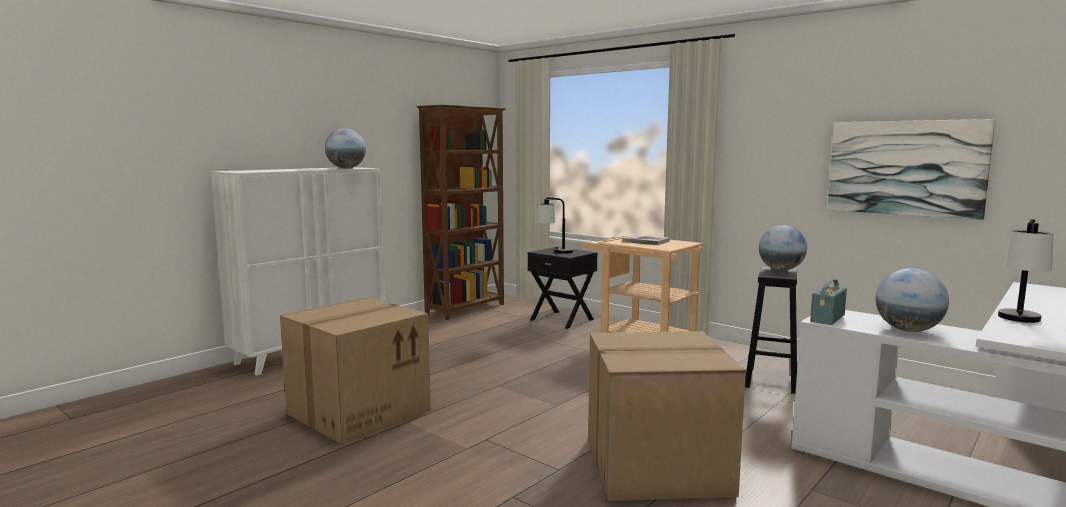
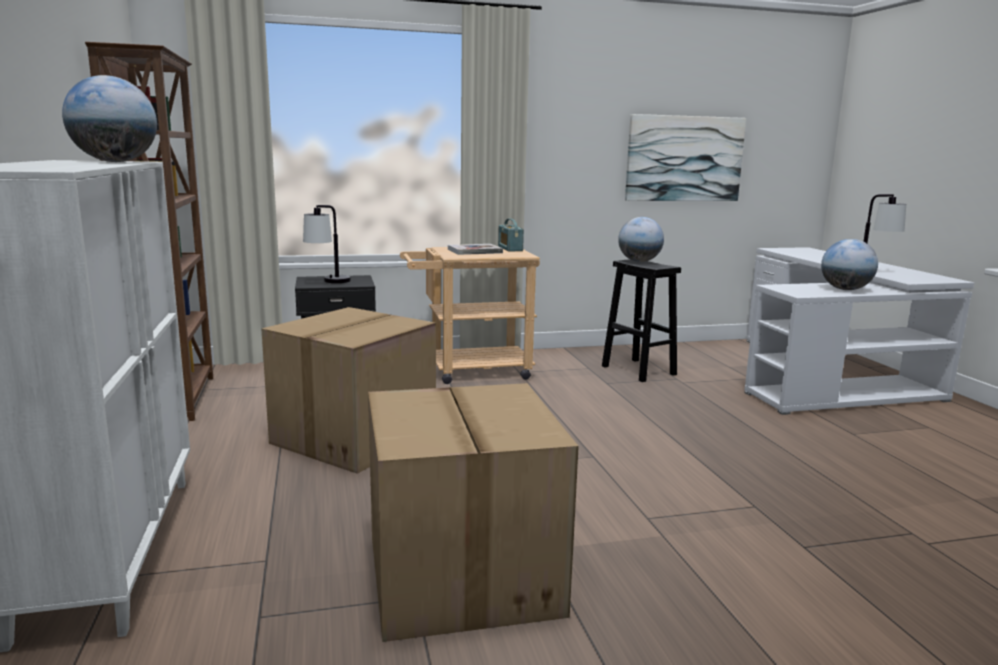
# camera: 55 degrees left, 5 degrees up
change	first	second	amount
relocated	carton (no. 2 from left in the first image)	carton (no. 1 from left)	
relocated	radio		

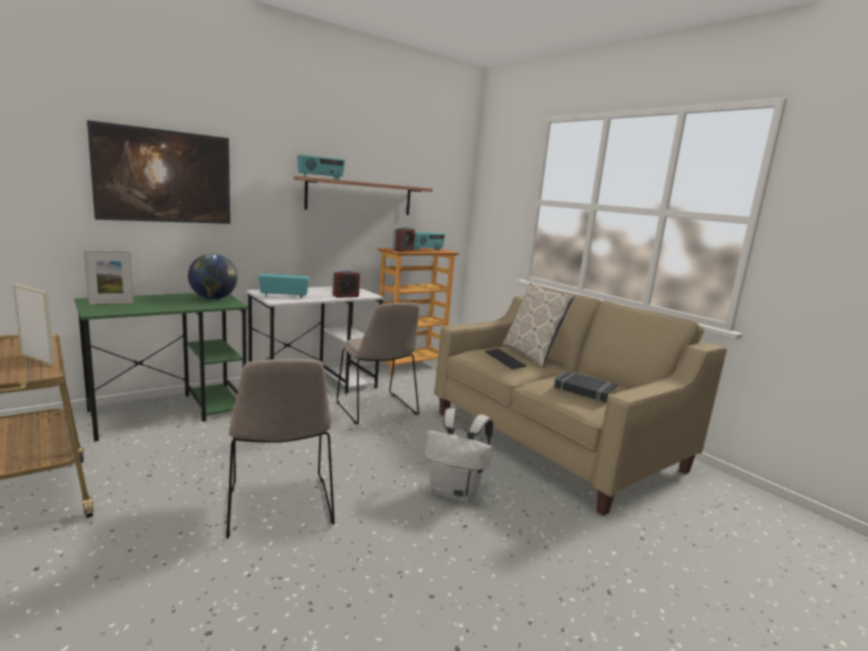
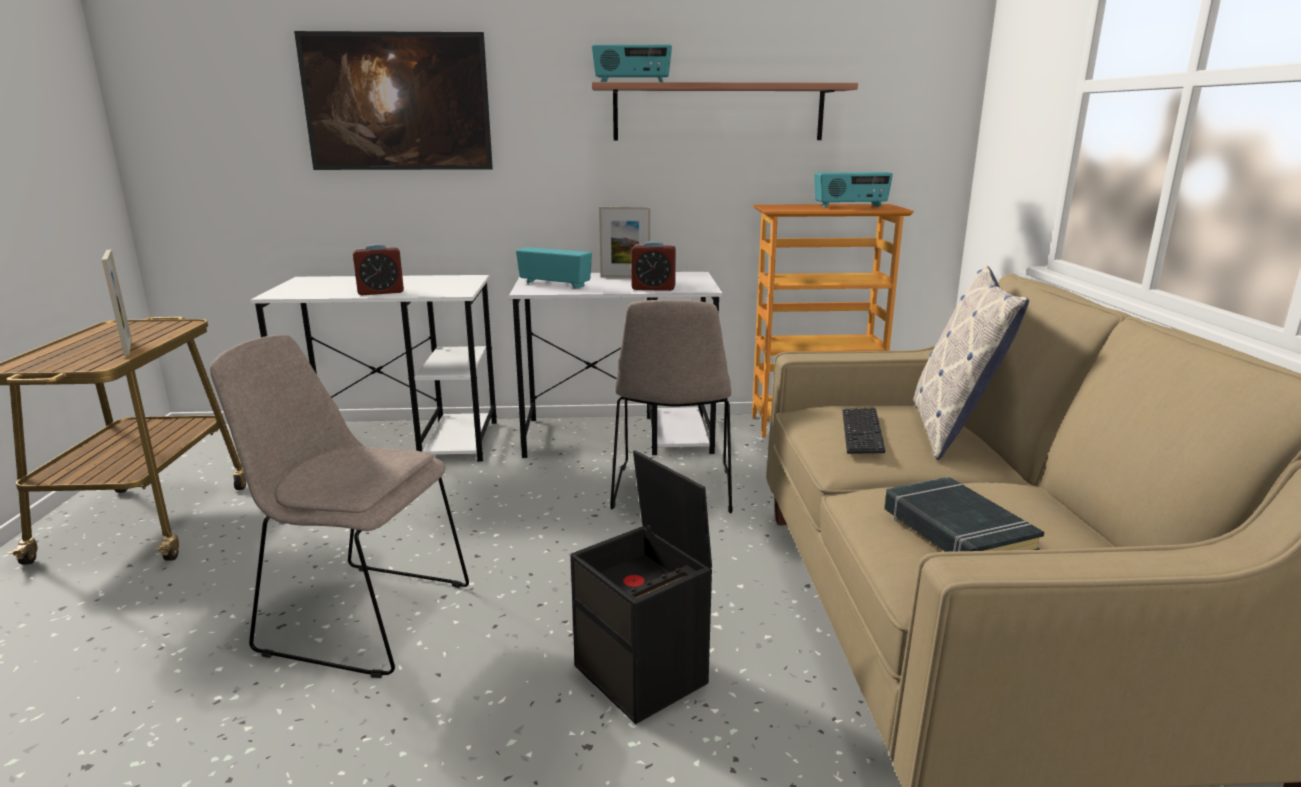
# camera: 35 degrees right, 5 degrees up
change	first	second	amount
colour	bureau/vert	bureau/blanc (no. 1 from left)	
relocated	cadre photo (no. 2 from left)		
missing	globe		
spun	chaise/beige (no. 1 from left)		90 degrees clockwise
relocated	réveil (no. 2 from left in the first image)	réveil (no. 1 from left)	
exchanged	sac à dos/blanc	boîte de rangement/noir	

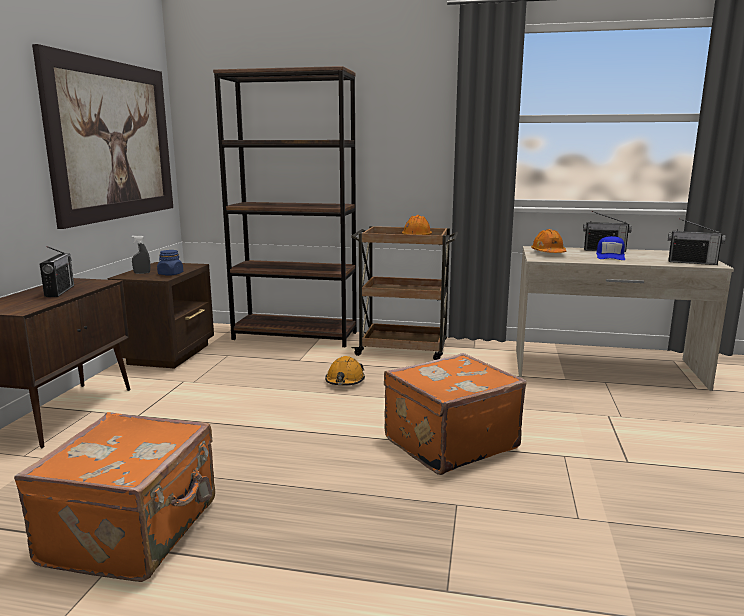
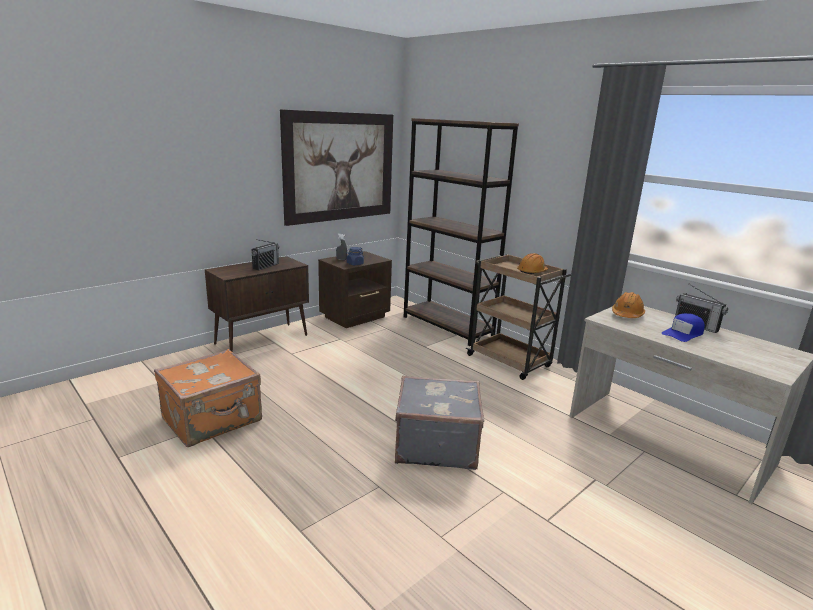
# camera: 35 degrees right, 5 degrees up
change	first	second	amount
missing	casque de chantier/orange (no. 1 from left)		
colour	valise/orange (no. 2 from left)	valise/gris	
missing	radio (no. 3 from left)		

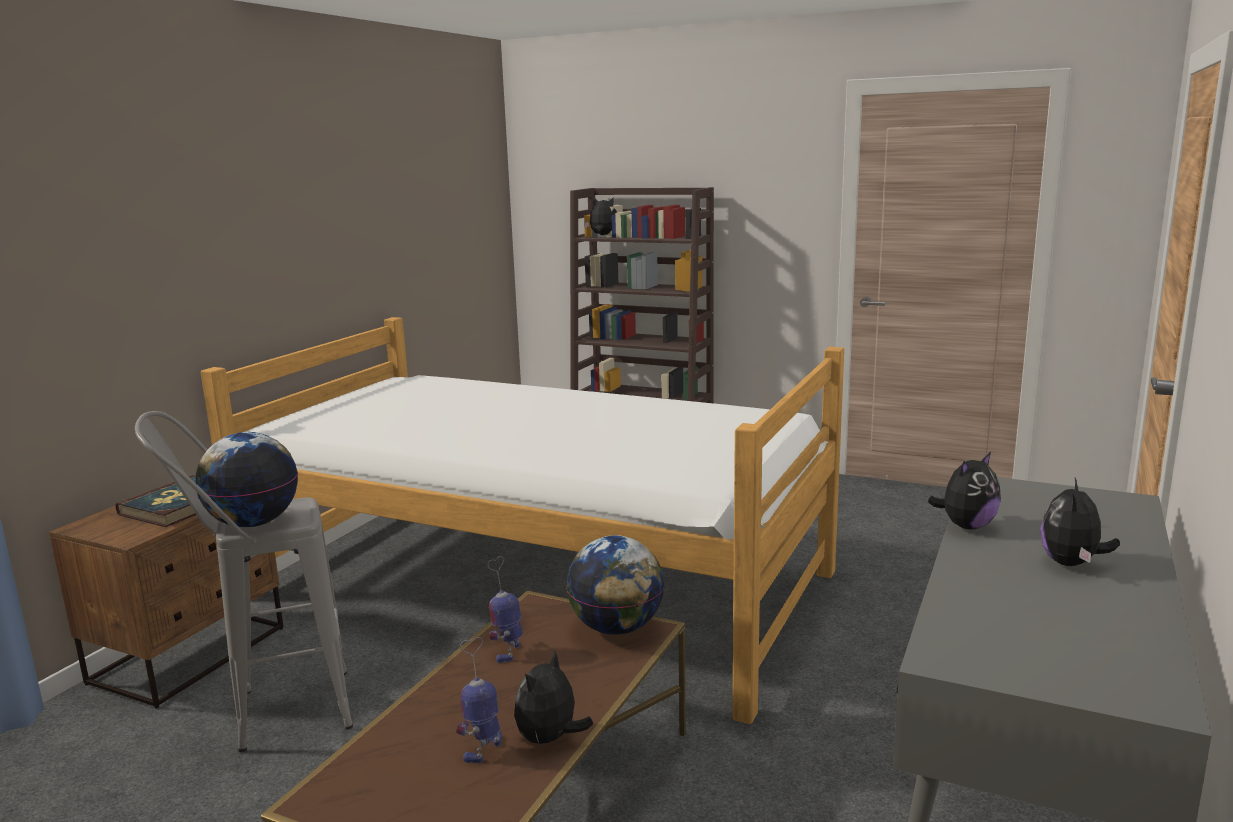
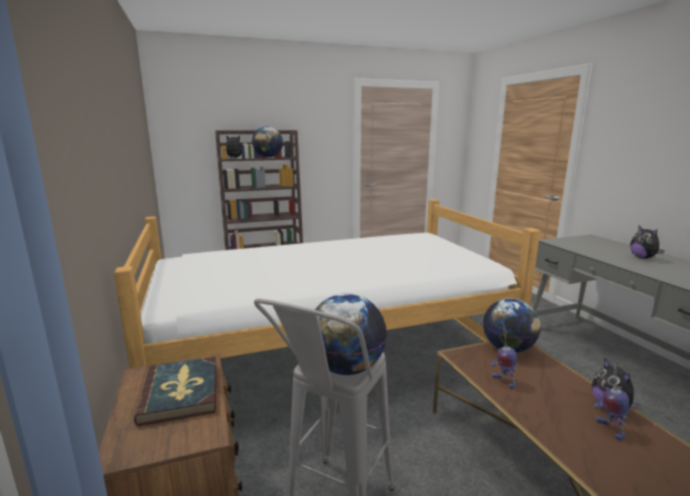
# camera: 45 degrees left, 0 degrees up
change	first	second	amount
missing	peluche (no. 3 from left)		
appeared		globe (no. 1 from left)	

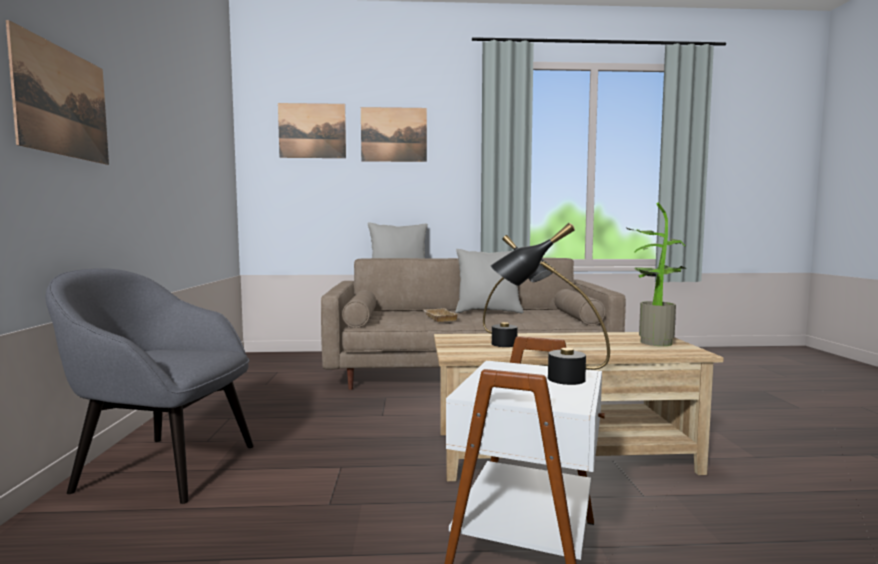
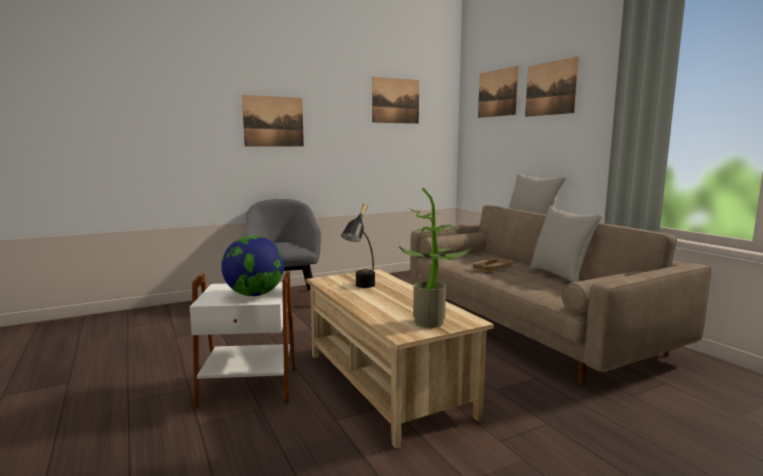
# camera: 65 degrees right, 5 degrees up
change	first	second	amount
exchanged	lampe de table/noir (no. 2 from left)	globe	
appeared		tableau (no. 2 from left)	

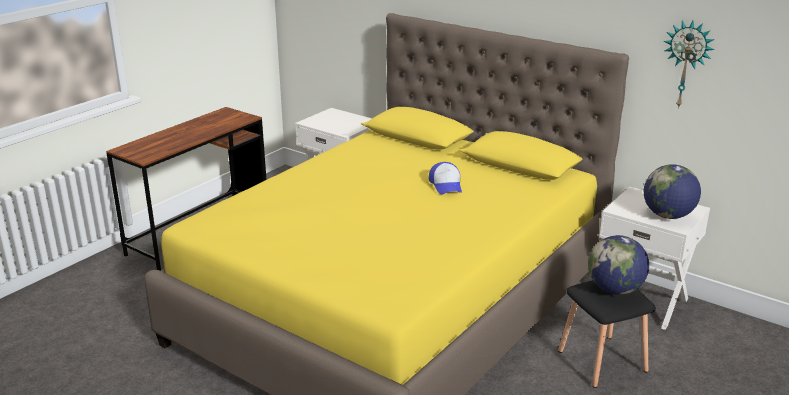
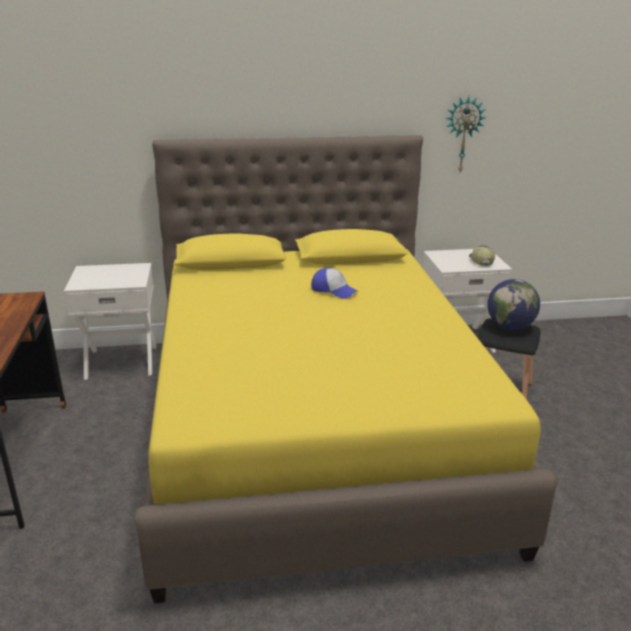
# camera: 45 degrees left, 0 degrees up
change	first	second	amount
exchanged	globe (no. 2 from left)	casquette (no. 2 from left)	

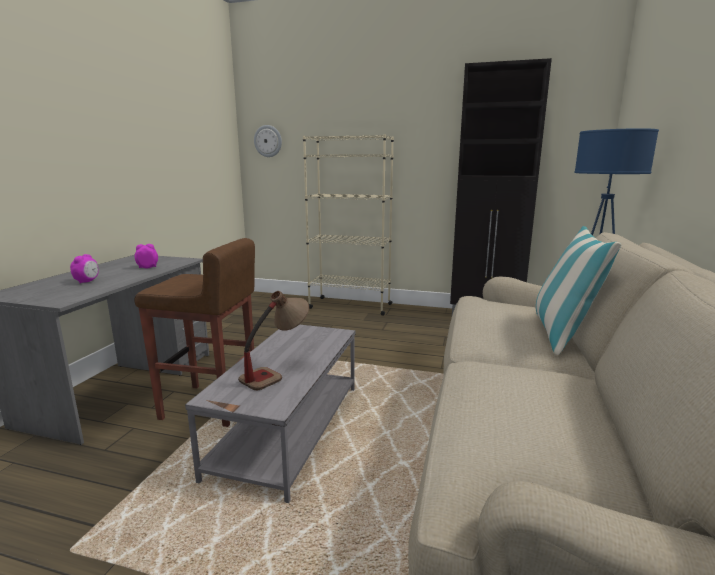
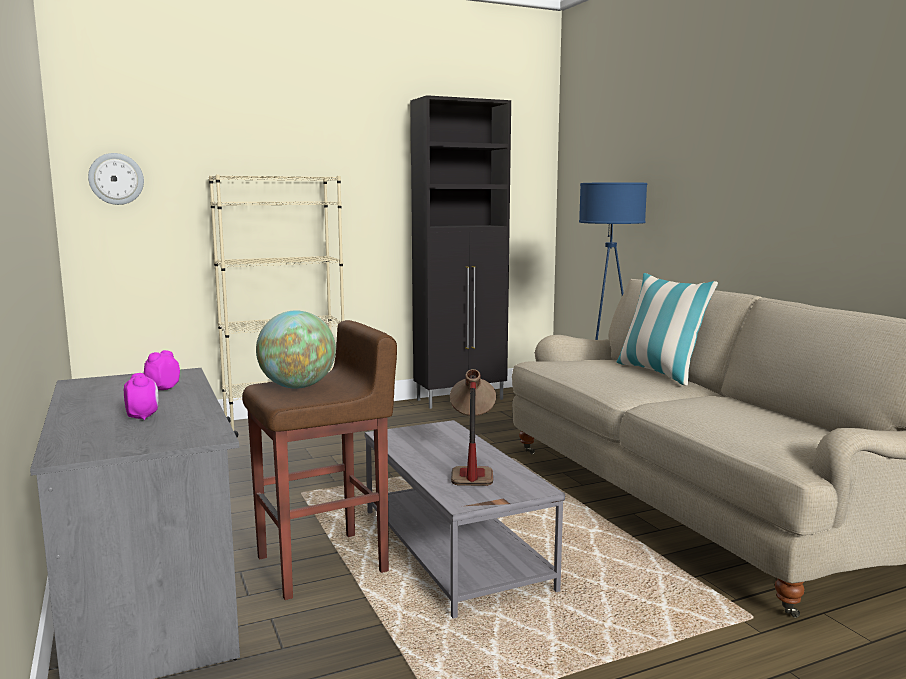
# camera: 40 degrees left, 5 degrees down
change	first	second	amount
appeared		globe	

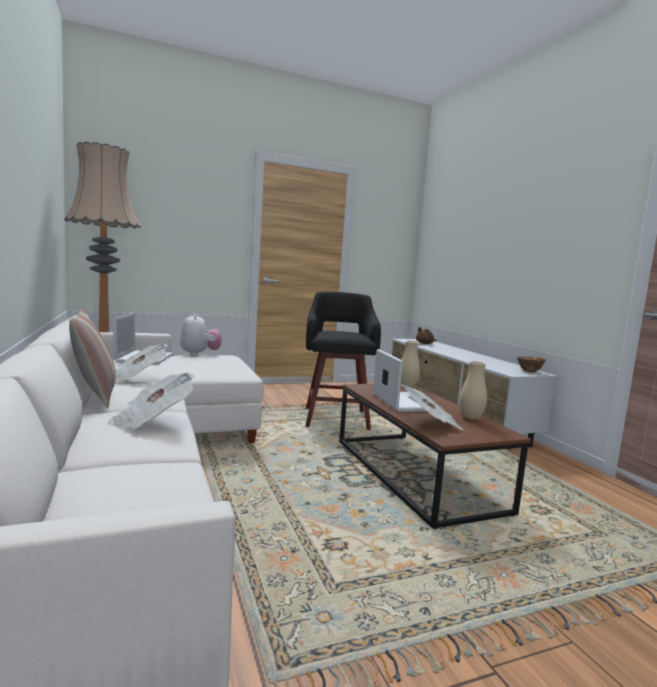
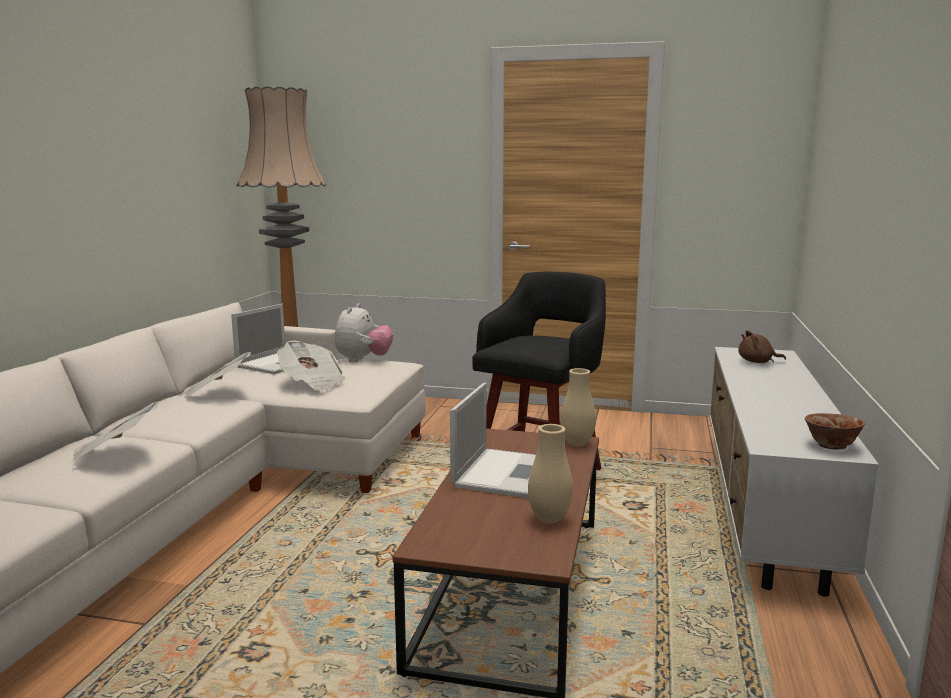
# camera: 35 degrees right, 5 degrees up
change	first	second	amount
missing	coussin		
relocated	journal (no. 3 from left)		

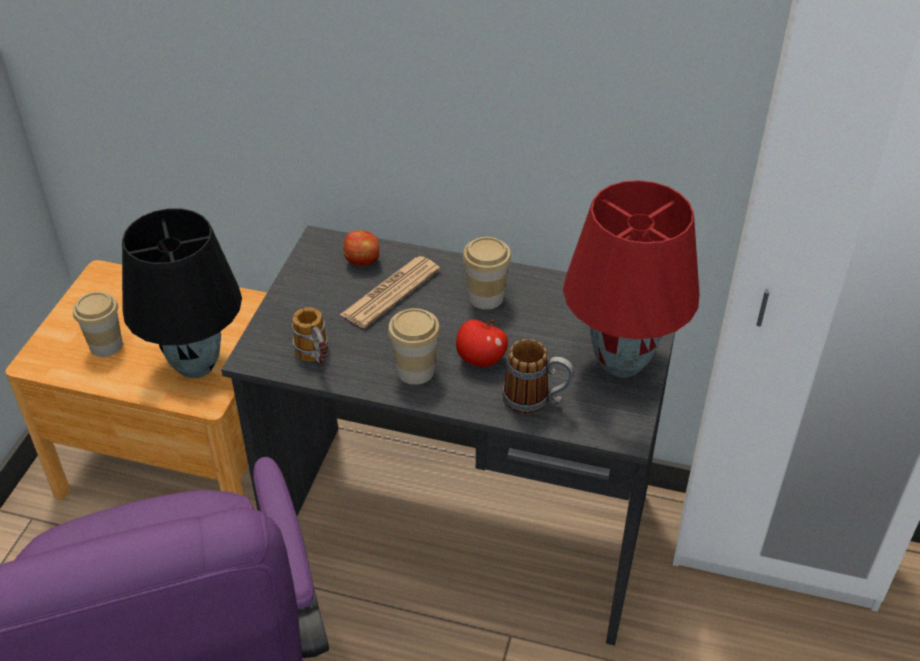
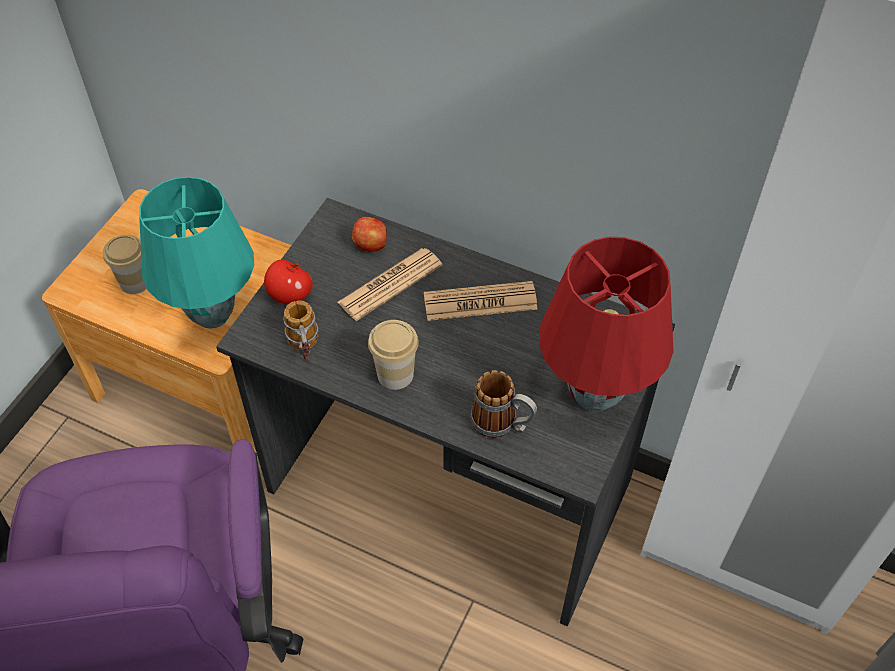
# camera: 10 degrees right, 10 degrees up
change	first	second	amount
colour	lampe de table/noir	lampe de table/turquoise	
relocated	pomme (no. 2 from left in the first image)	pomme (no. 1 from left)	
exchanged	tasse (no. 3 from left)	journal (no. 2 from left)	

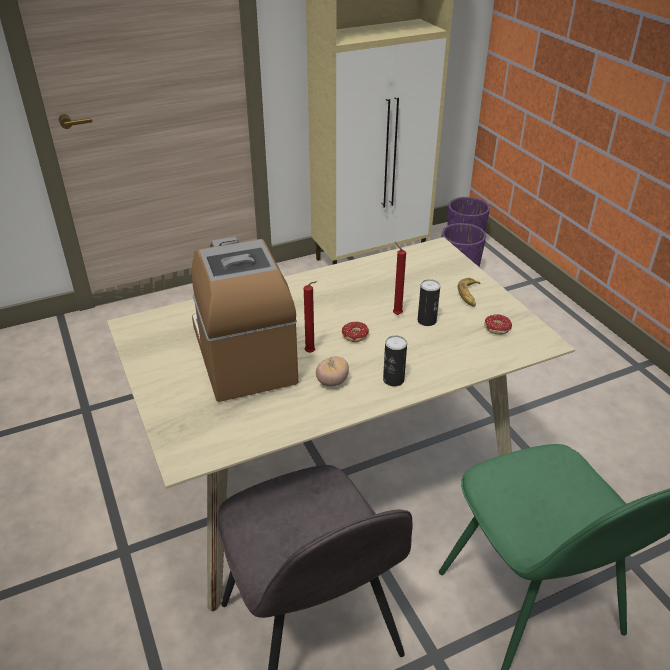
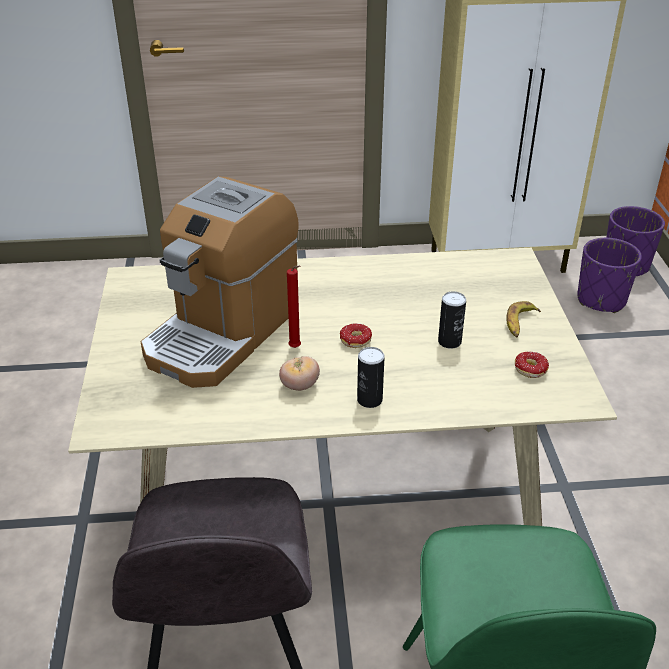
# camera: 20 degrees right, 0 degrees up
change	first	second	amount
spun	machine à café		150 degrees counterclockwise
missing	bougie/rouge (no. 2 from left)		

